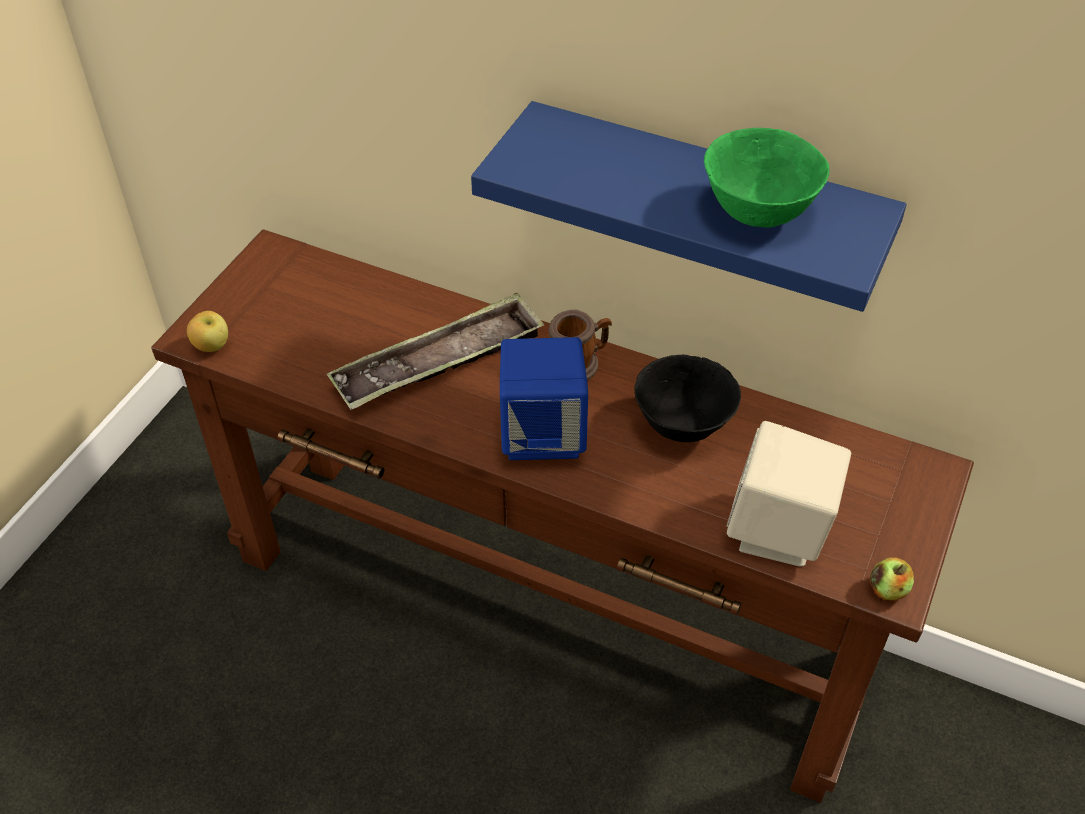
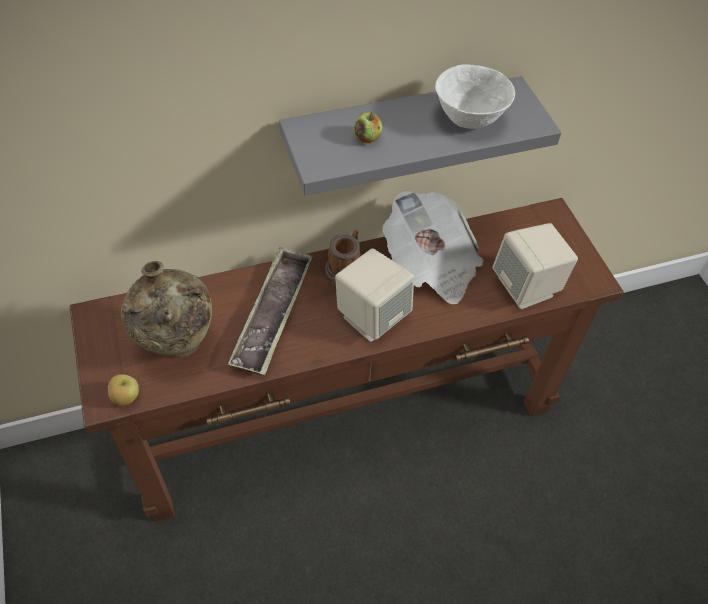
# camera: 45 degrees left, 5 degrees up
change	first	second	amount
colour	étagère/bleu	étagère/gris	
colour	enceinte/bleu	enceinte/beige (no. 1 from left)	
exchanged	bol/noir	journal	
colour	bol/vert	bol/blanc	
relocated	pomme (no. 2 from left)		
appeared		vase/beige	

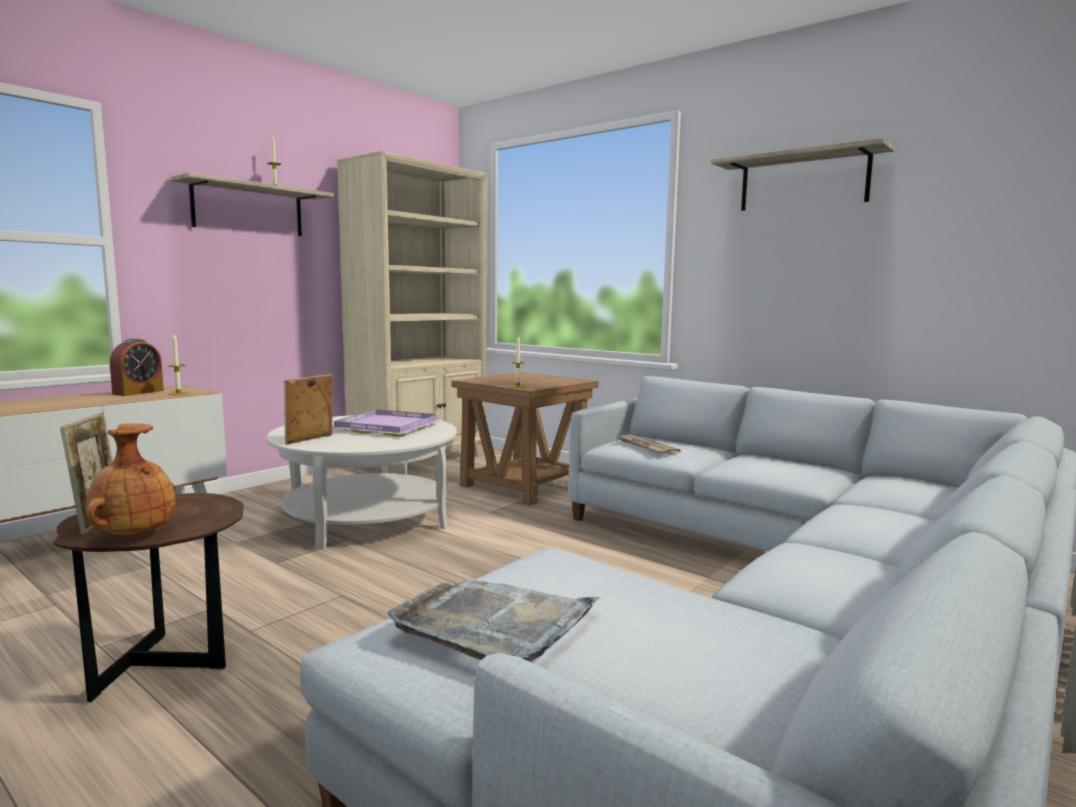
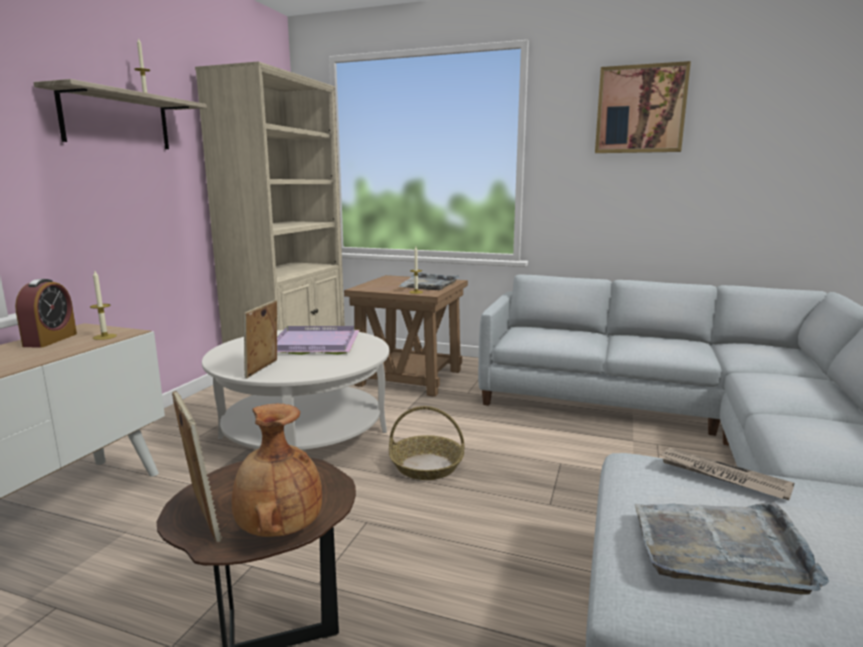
# camera: 20 degrees left, 5 degrees up
change	first	second	amount
relocated	journal		
exchanged	étagère (no. 2 from left)	tableau	
appeared		panier	
appeared		plateau/gris (no. 1 from left)	

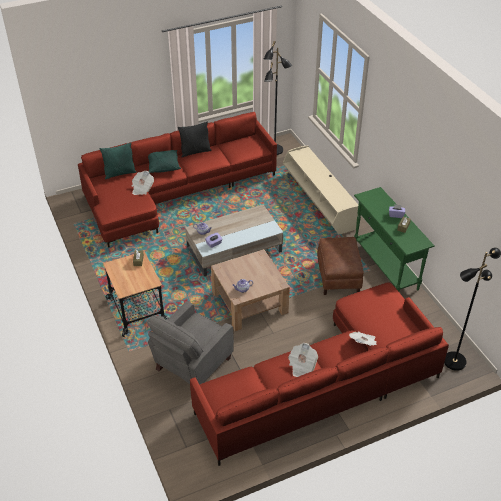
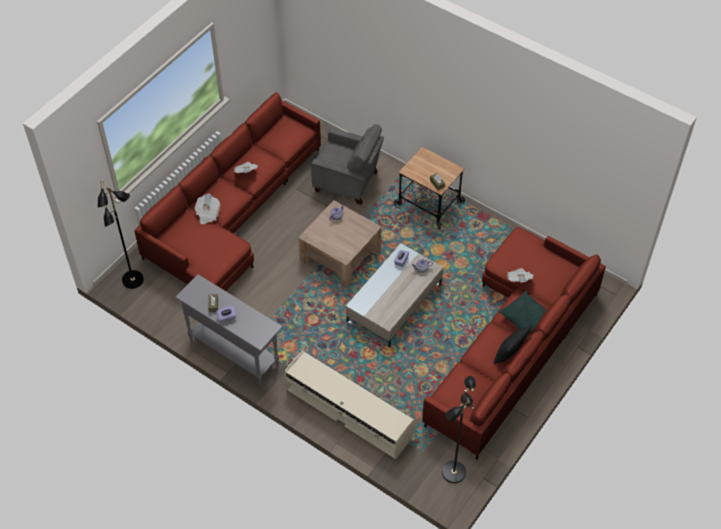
# camera: 150 degrees right, 10 degrees up
change	first	second	amount
missing	coussin/vert (no. 1 from left)		
spun	fauteuil/gris		105 degrees clockwise
missing	pouf/marron		
colour	table console/vert	table console/gris	

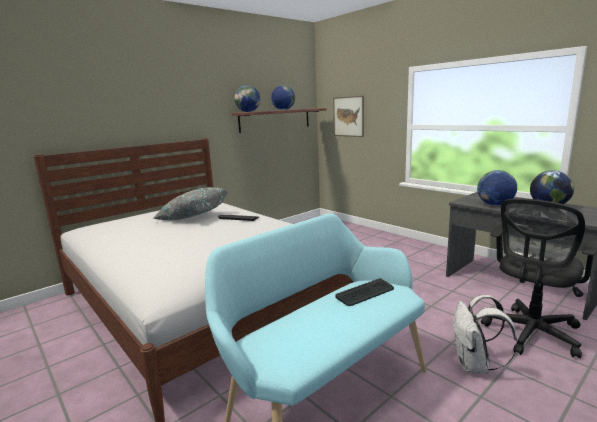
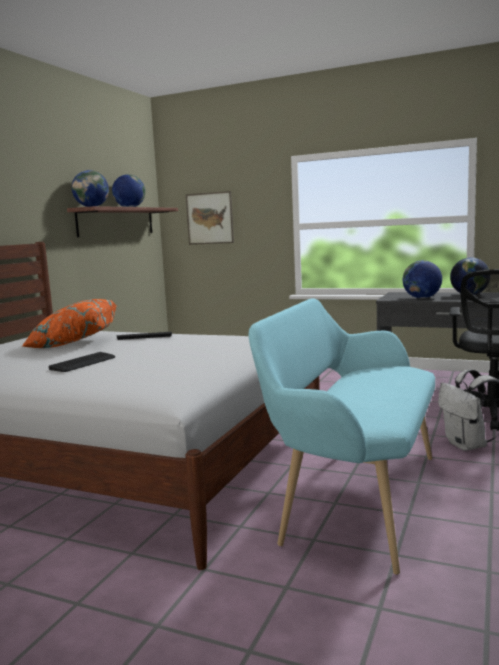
# camera: 25 degrees left, 5 degrees down
change	first	second	amount
colour	coussin/gris	coussin/orange	
relocated	clavier (no. 2 from left in the first image)	clavier (no. 1 from left)	

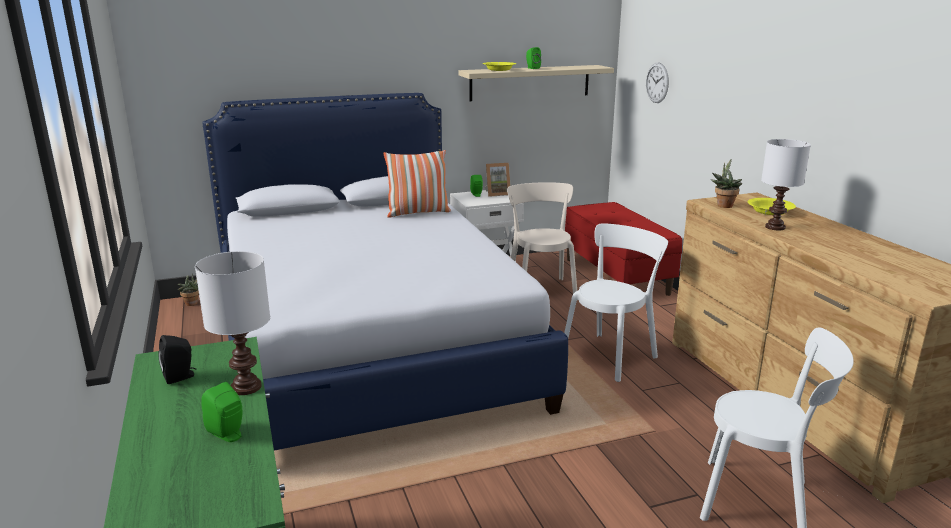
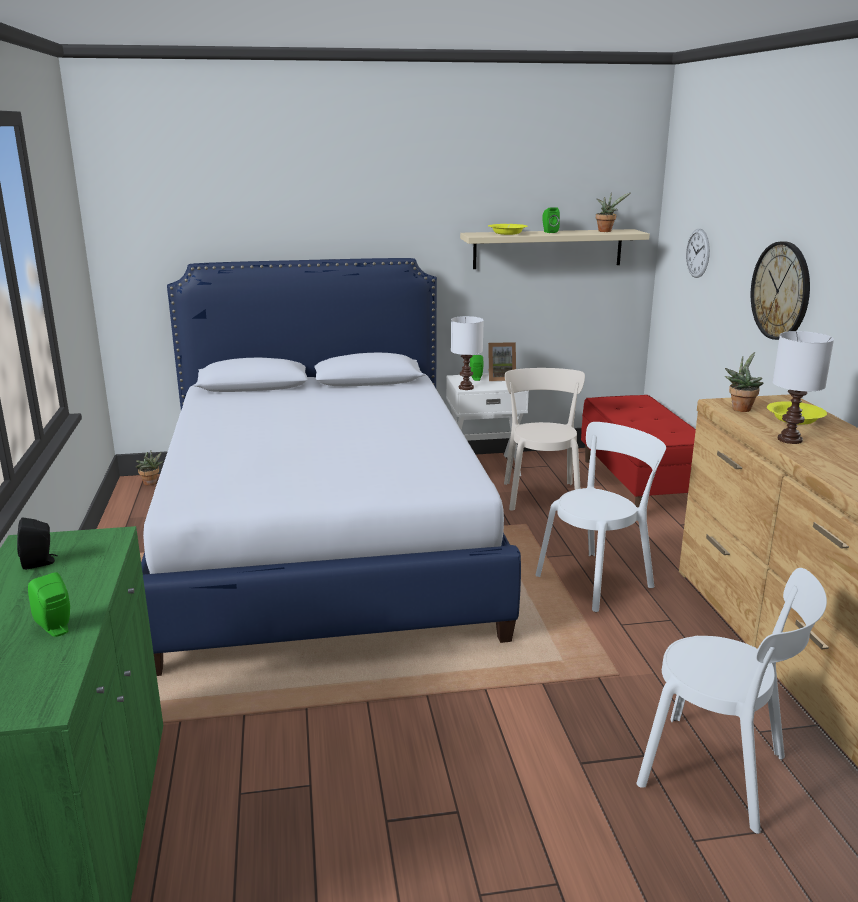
# camera: 10 degrees right, 0 degrees up
change	first	second	amount
relocated	lampe de table/blanc (no. 1 from left)		
missing	coussin		
appeared		plante en pot (no. 2 from left)	
appeared		horloge murale (no. 2 from left)	

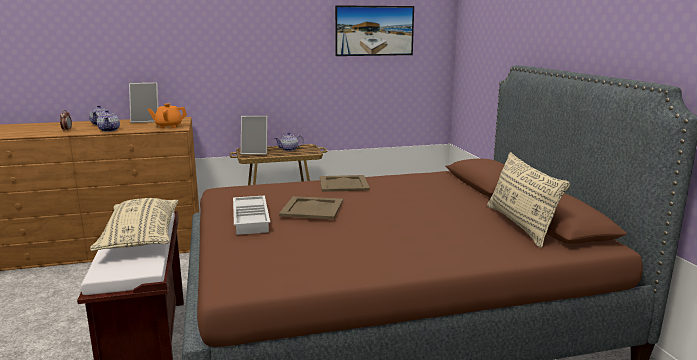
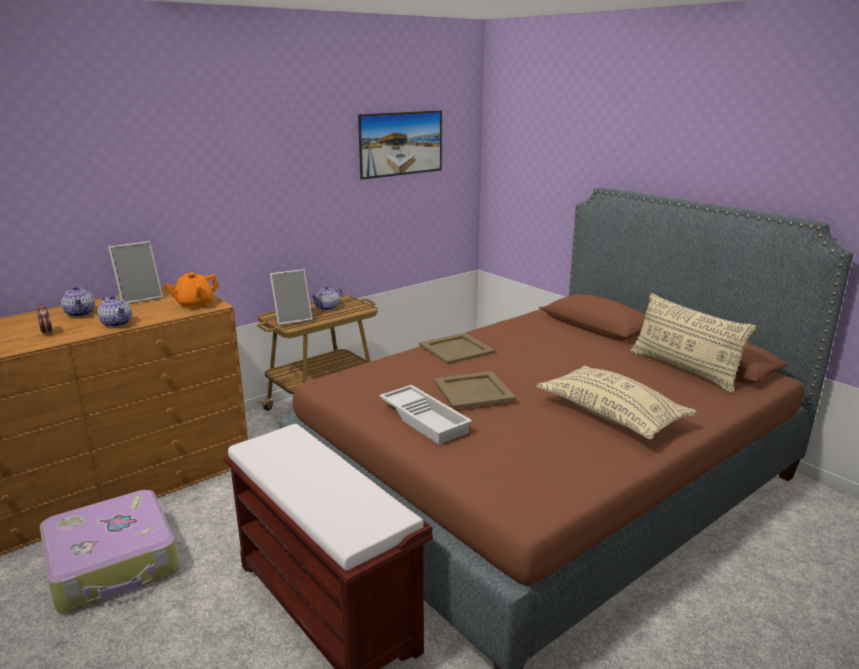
# camera: 25 degrees left, 5 degrees up
change	first	second	amount
relocated	coussin/beige (no. 1 from left)		
appeared		valise	

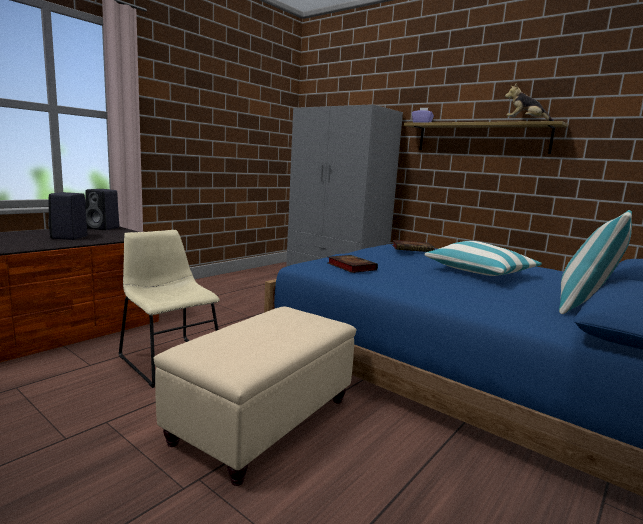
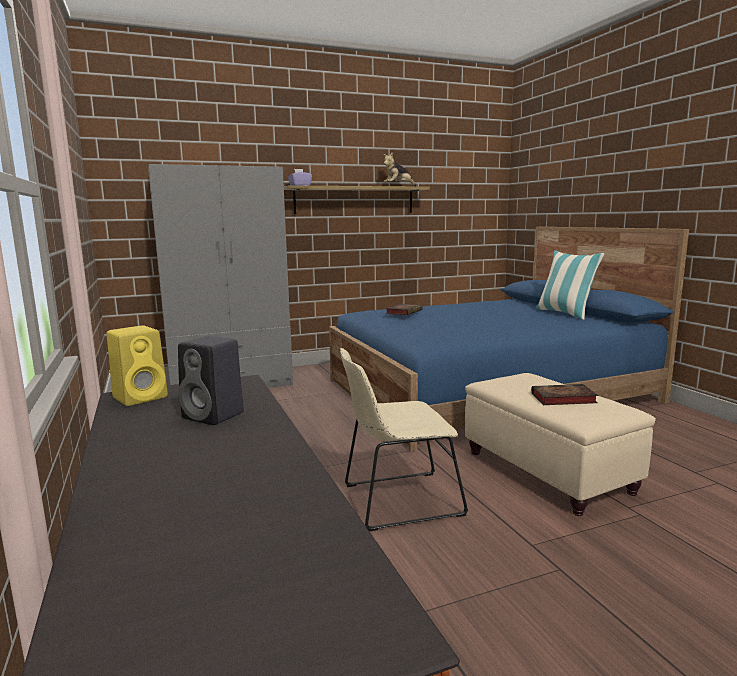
# camera: 60 degrees left, 0 degrees up
change	first	second	amount
colour	enceinte/noir (no. 2 from left)	enceinte/jaune	
relocated	livre (no. 1 from left in the first image)	livre (no. 2 from left)	
missing	coussin (no. 1 from left)		

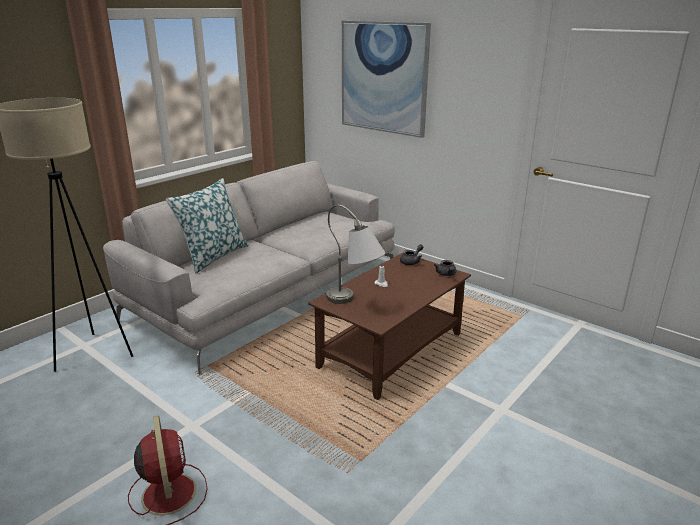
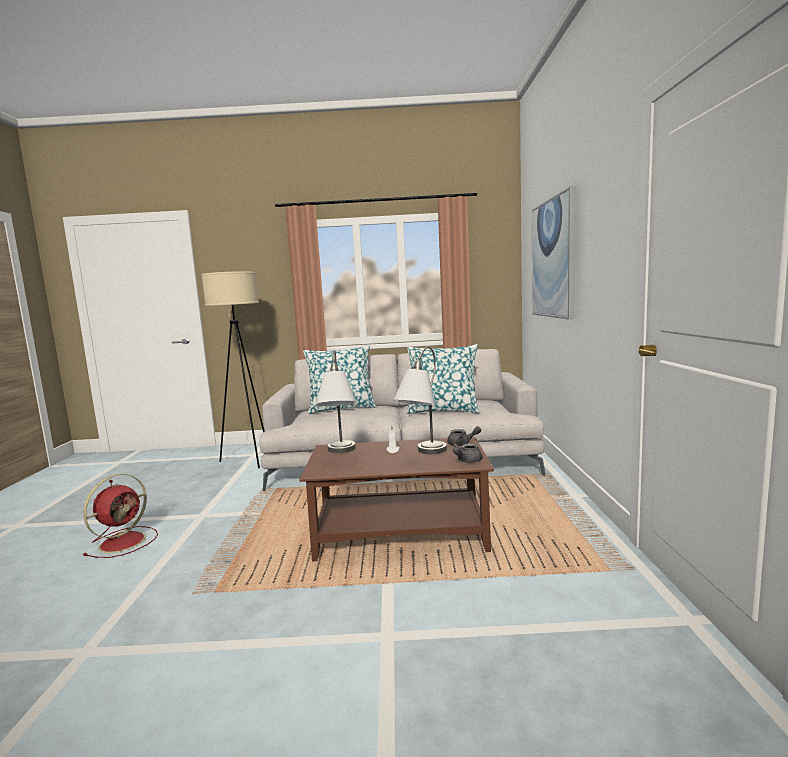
# camera: 50 degrees right, 15 degrees down
change	first	second	amount
appeared		lampe de table/gris (no. 2 from left)	
appeared		coussin (no. 2 from left)	

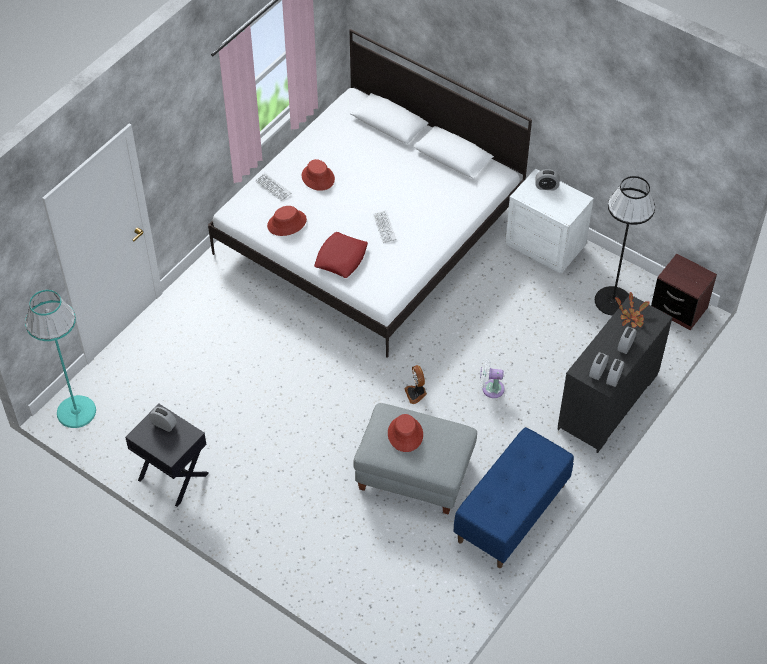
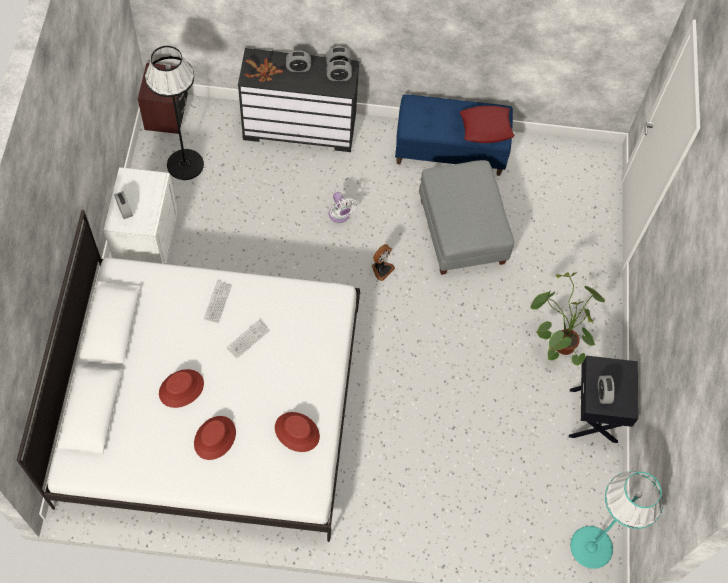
# camera: 125 degrees left, 10 degrees up
change	first	second	amount
relocated	clavier (no. 1 from left)		
relocated	coussin/rouge		
relocated	chapeau/rouge (no. 3 from left in the first image)	chapeau/rouge (no. 1 from left)	
appeared		plante en pot (no. 2 from left)	

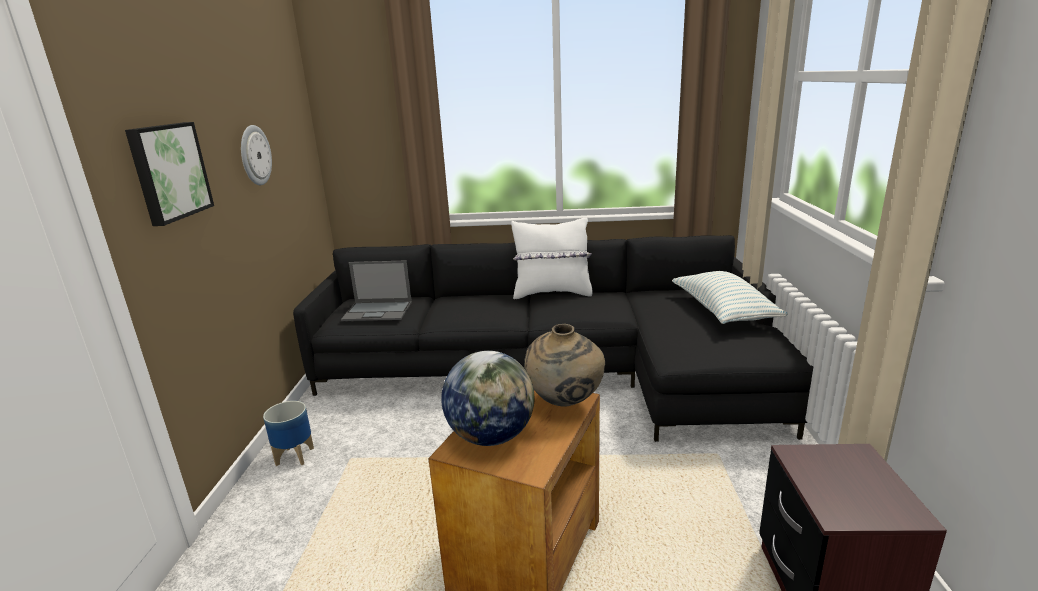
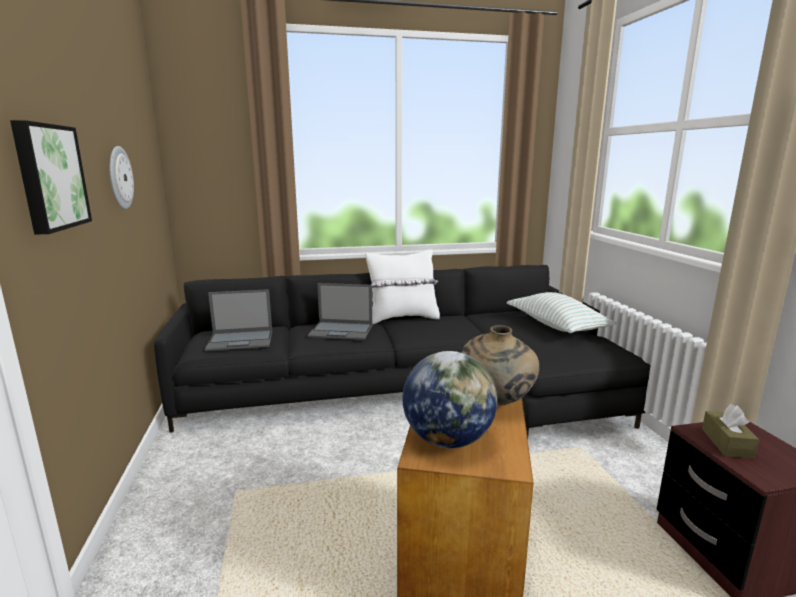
# camera: 15 degrees left, 5 degrees down
change	first	second	amount
missing	cache-pot		
appeared		ordinateur portable (no. 2 from left)	
appeared		boîte à mouchoirs/marron	

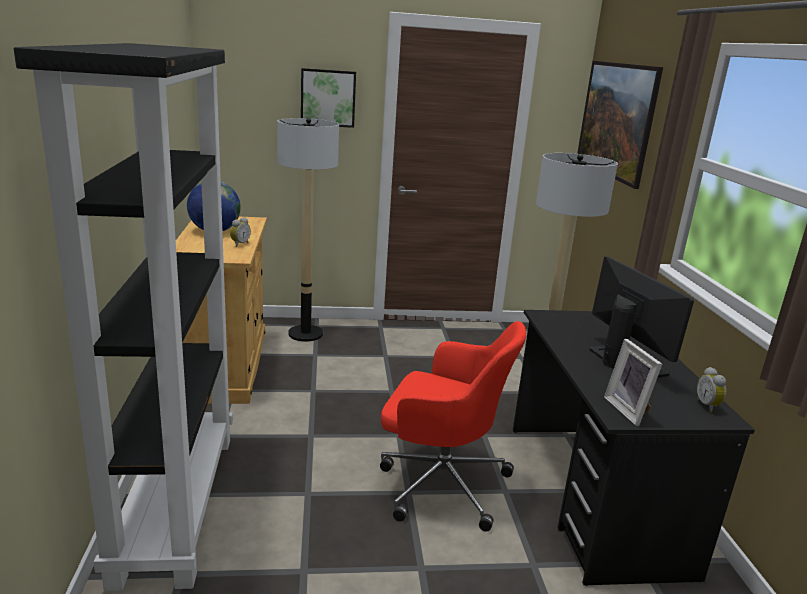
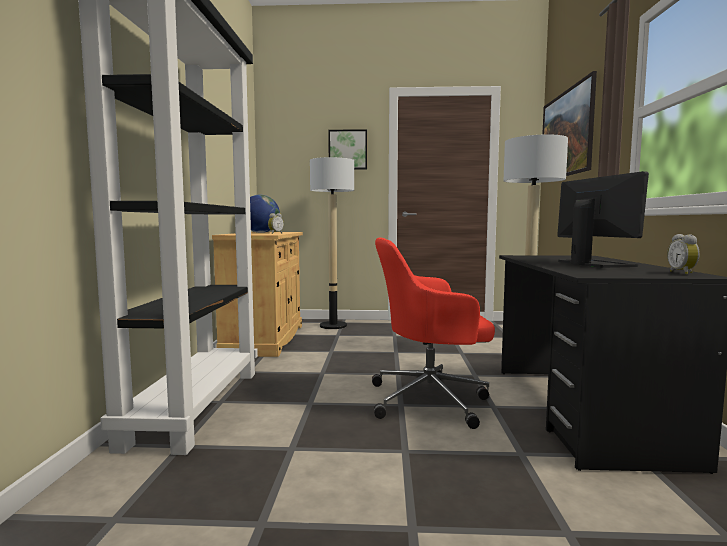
# camera: 10 degrees right, 15 degrees down
change	first	second	amount
spun	chaise de bureau/rouge		150 degrees clockwise
missing	cadre photo		

